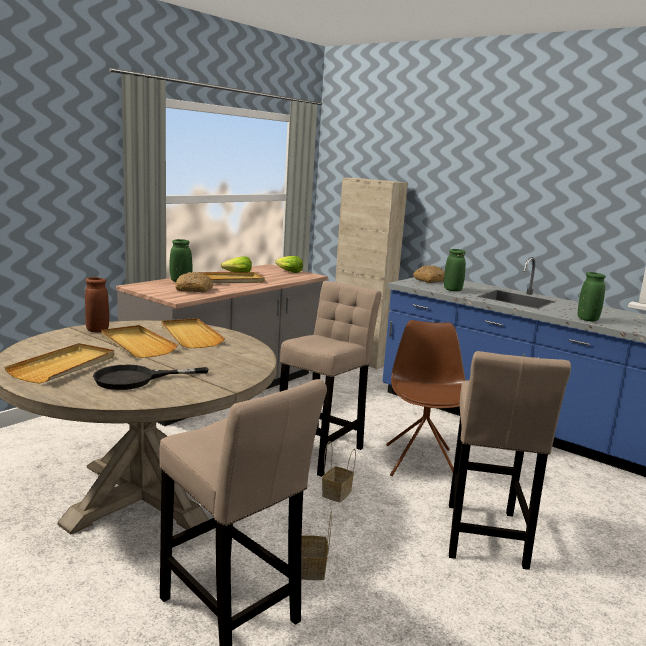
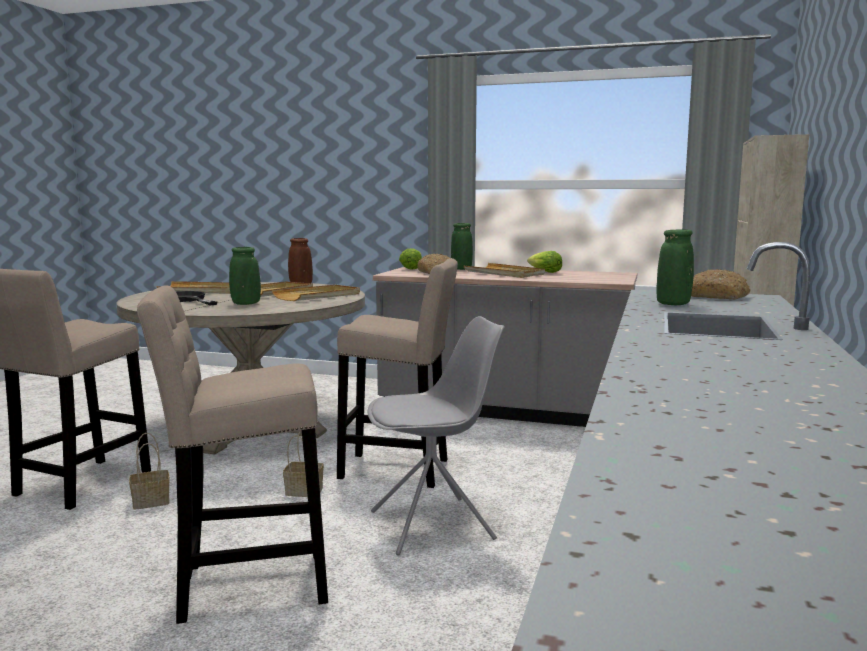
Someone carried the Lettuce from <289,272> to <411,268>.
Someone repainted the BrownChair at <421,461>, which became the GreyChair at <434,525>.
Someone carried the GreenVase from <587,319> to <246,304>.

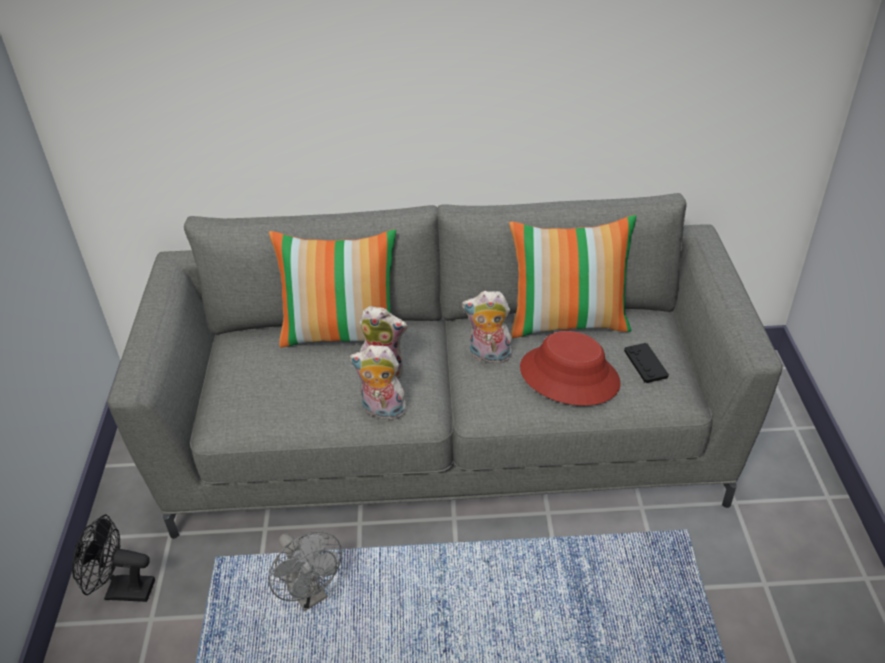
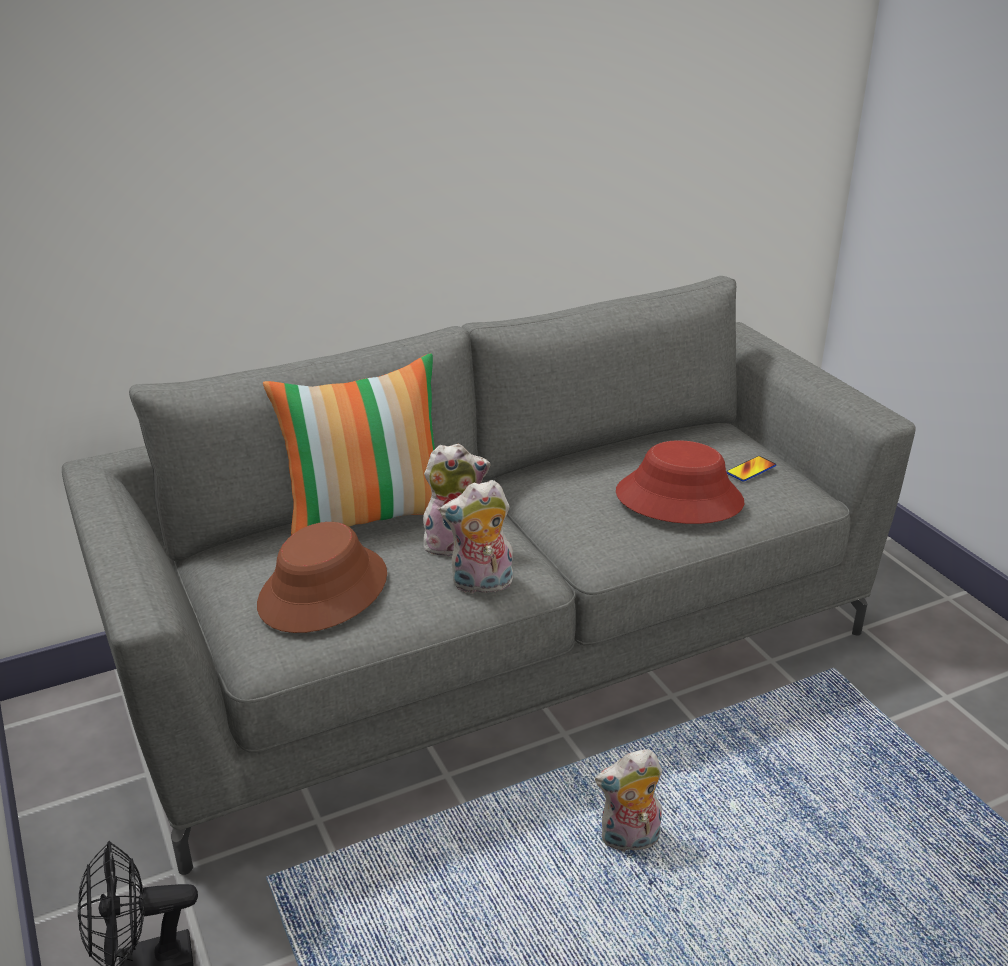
Someone took away the GreyFan at <310,594>.
Someone carried the PlushToy from <488,356> to <629,841>.
Someone took away the Pillow at <568,322>.
Someone swapped the BlackGameController at <645,363> for the Phone at <751,470>.
Someone put down the BrownHat at <324,590>.

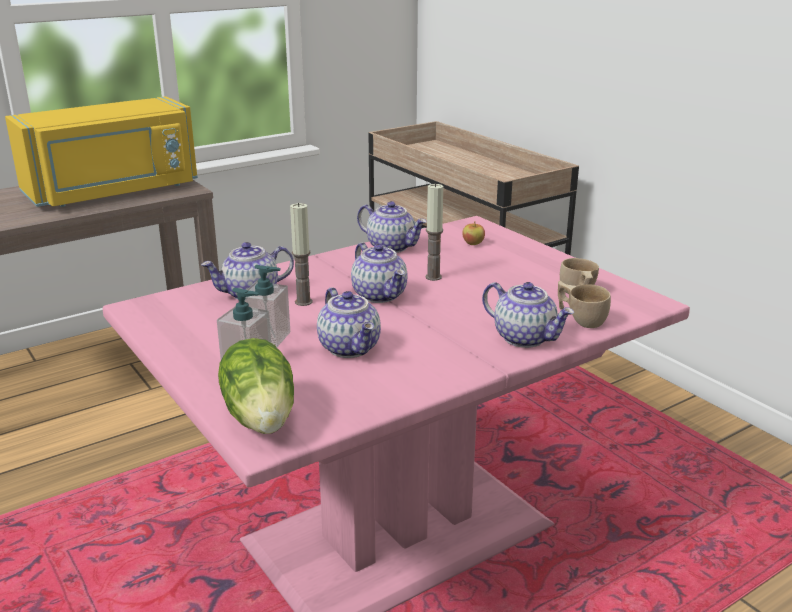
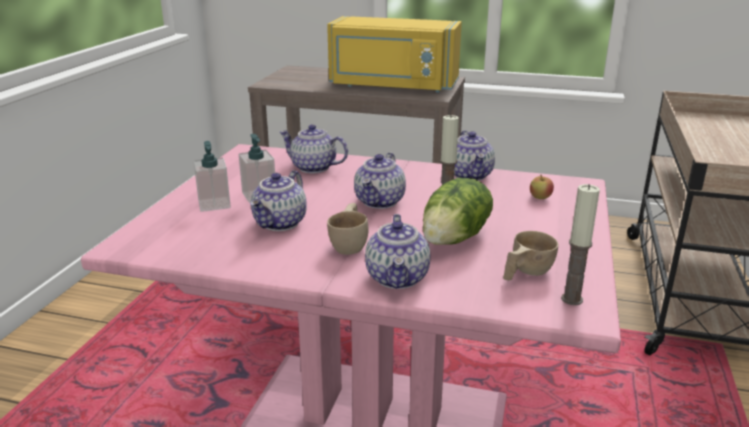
Someone carried the Lettuce from <262,416> to <456,238>.
Someone carried the Candle from <303,302> to <572,299>.
Someone carried the BeigeCup from <580,319> to <350,244>.

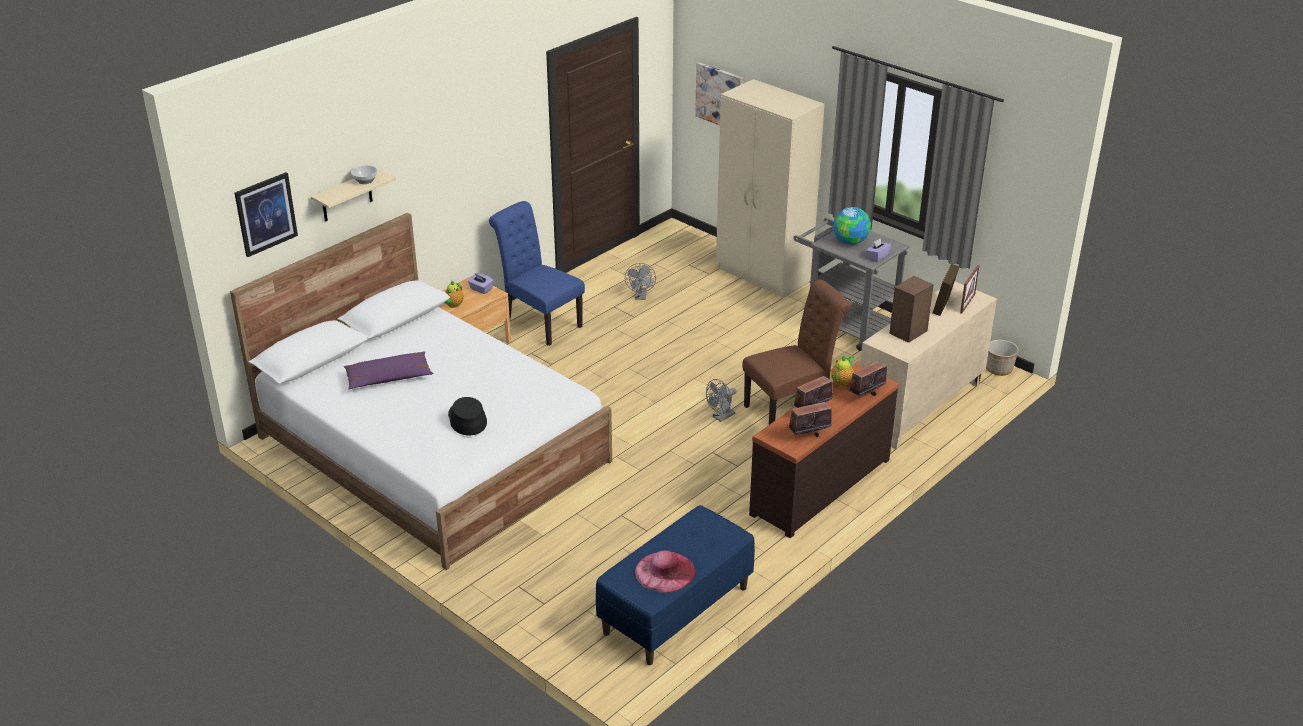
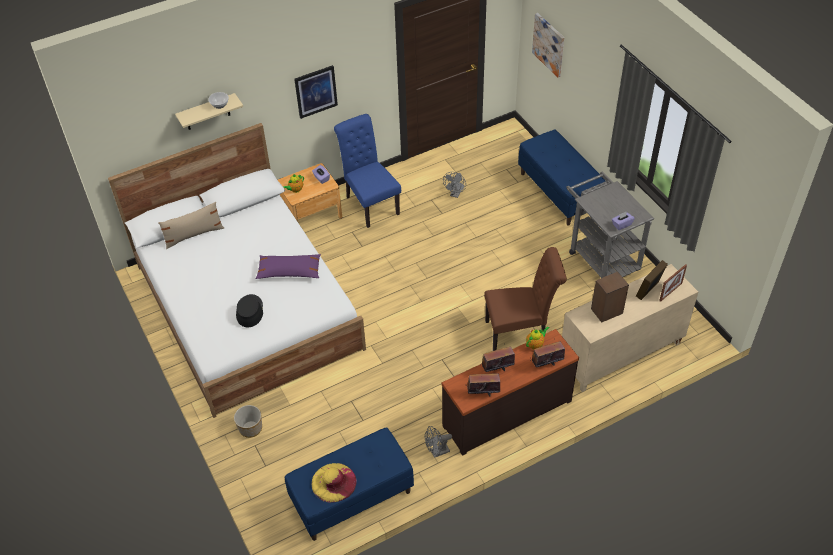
Someone carried the Picture from <266,214> to <316,91>.
Someone carried the PurplePillow from <388,378> to <289,271>.
Someone repainted the PinkHat at <665,571>, which became the YellowHat at <333,482>.
Someone carried the GreyFan from <721,417> to <437,452>.
Someone swapped the BeigeWardrobe at <763,275> for the BlueBench at <559,192>.
Someone took away the Globe at <850,241>.
Someone carried the Planter from <998,369> to <250,428>.
Someone put down the BeigePillow at <194,235>.

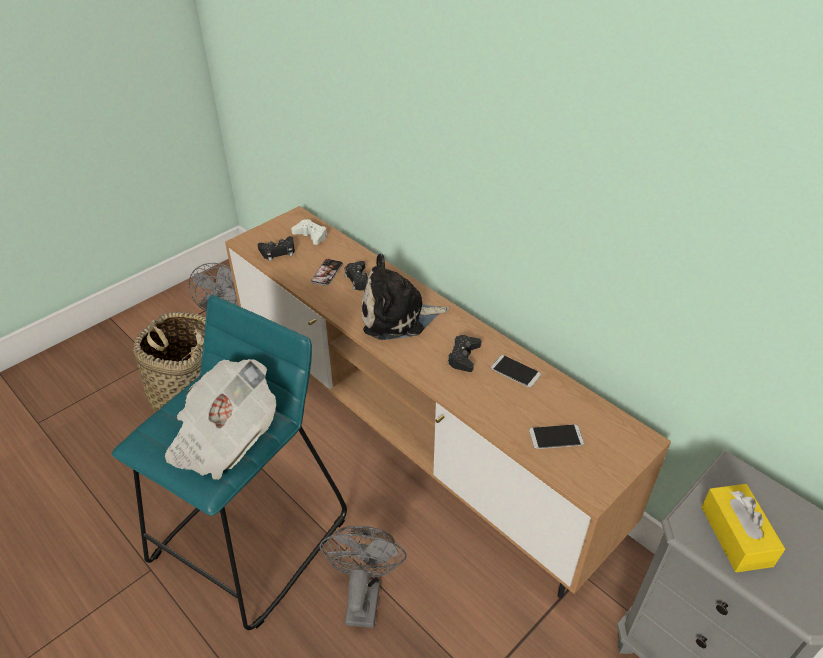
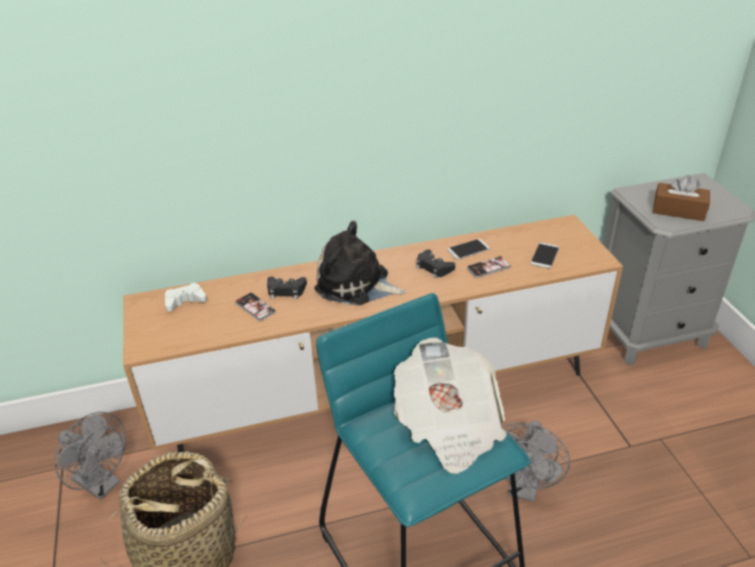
Someone took away the BlackGameController at <278,252>.
Someone rotated the GreyFan at <363,595> by 105 degrees counterclockwise.
Someone rotated the PlushToy at <398,316> by 90 degrees clockwise.
Someone repainted the YellowTissueBox at <736,536>, which became the BrownTissueBox at <678,210>.
Someone put down the Phone at <488,267>.

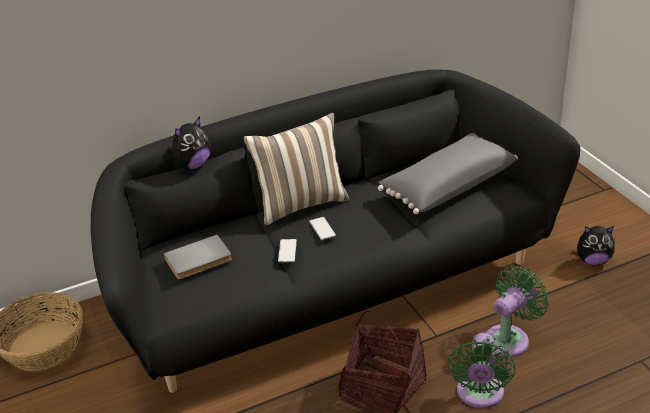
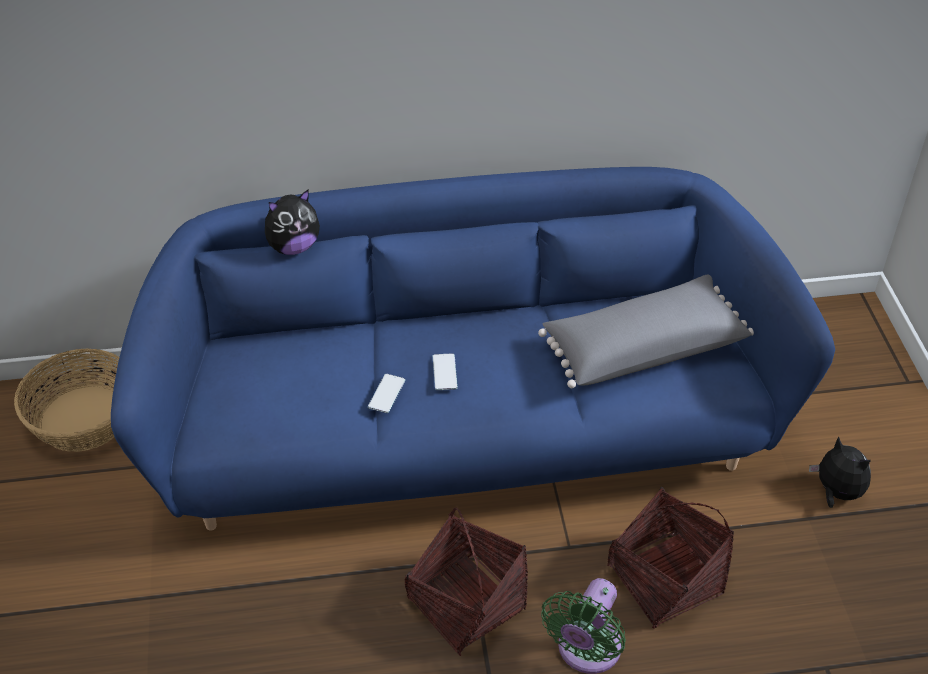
Someone repainted the BlackSofa at <330,285>, which became the BlueSofa at <464,431>.
Someone took away the GreyBook at <199,260>.
Someone took away the Pillow at <301,204>.
Someone swapped the GreenFan at <509,338> for the Basket at <664,580>.
Someone rotated the PlushToy at <593,260> by 150 degrees counterclockwise.

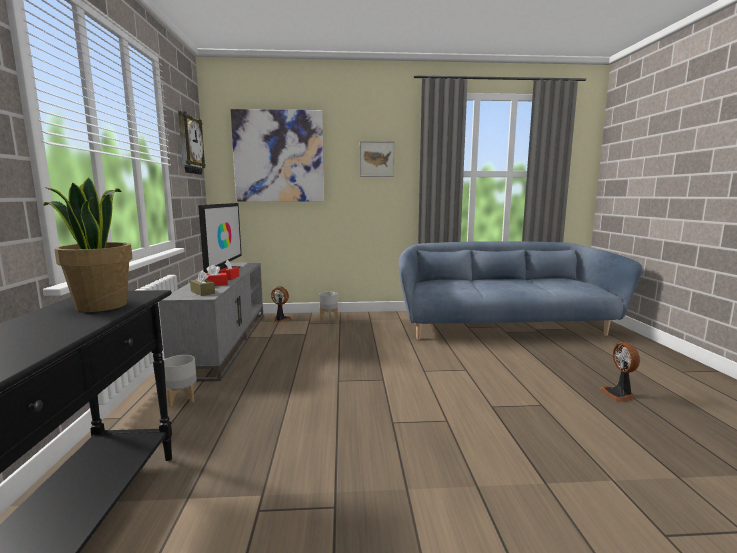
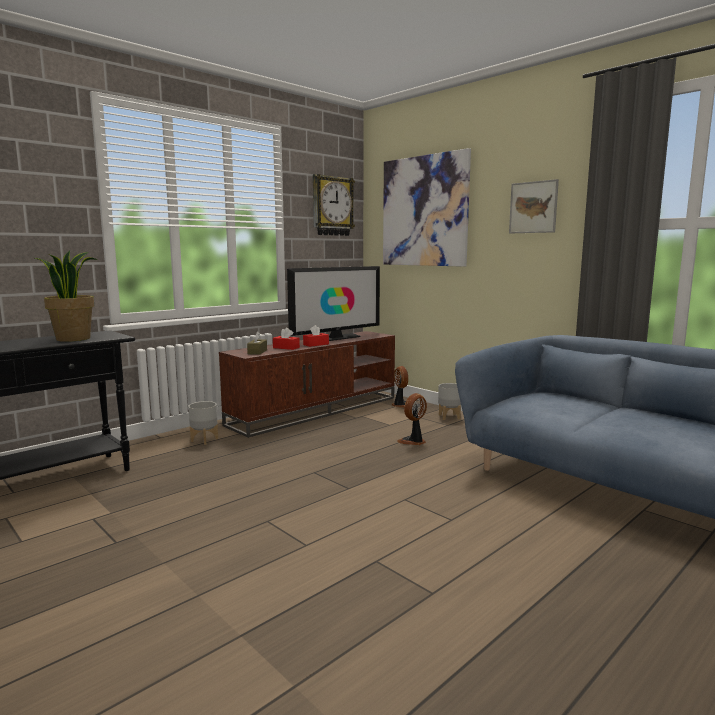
Someone repainted the GreyTvStand at <224,342>, which became the BrownTvStand at <315,410>.
Someone carried the Fan from <619,394> to <413,441>.

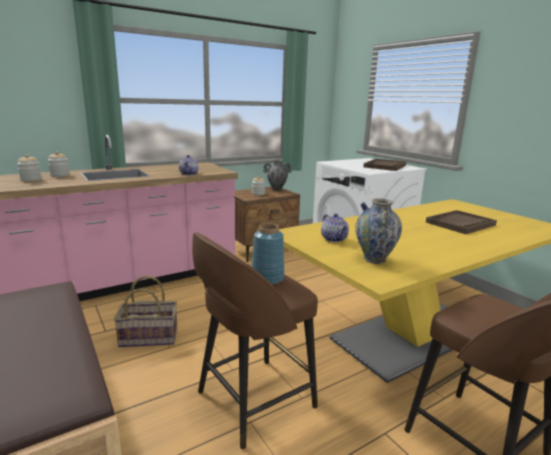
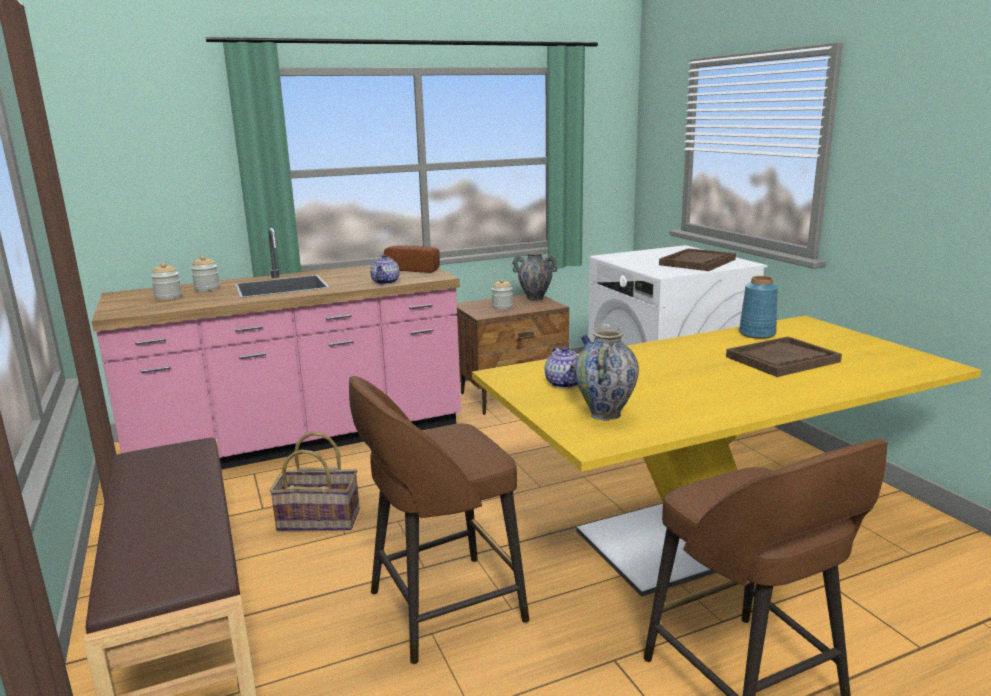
Someone carried the BlueVase from <267,278> to <757,334>.
Someone put down the Bread at <415,269>.

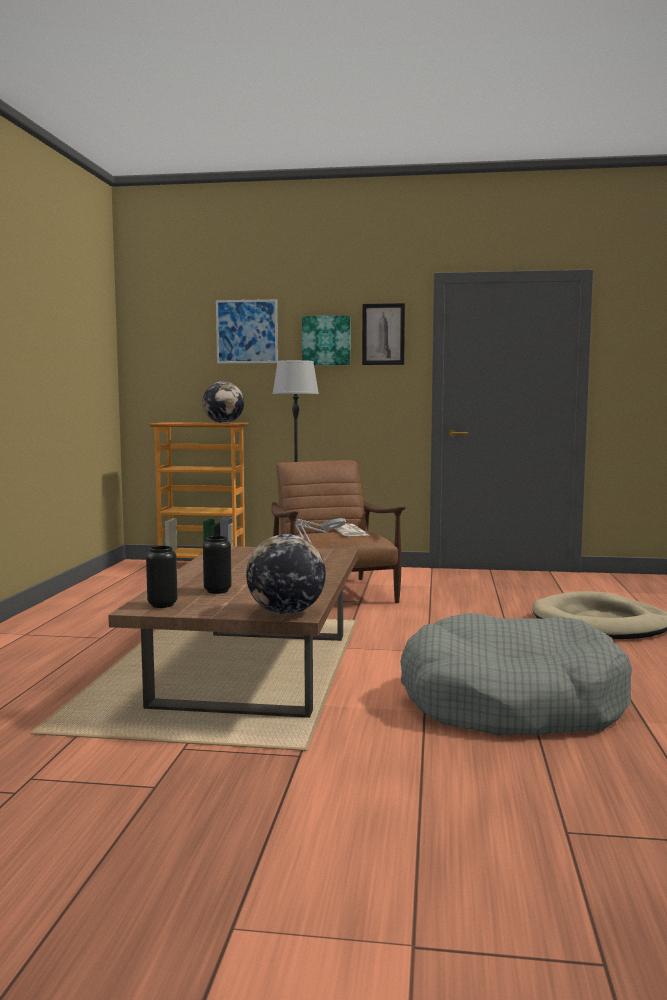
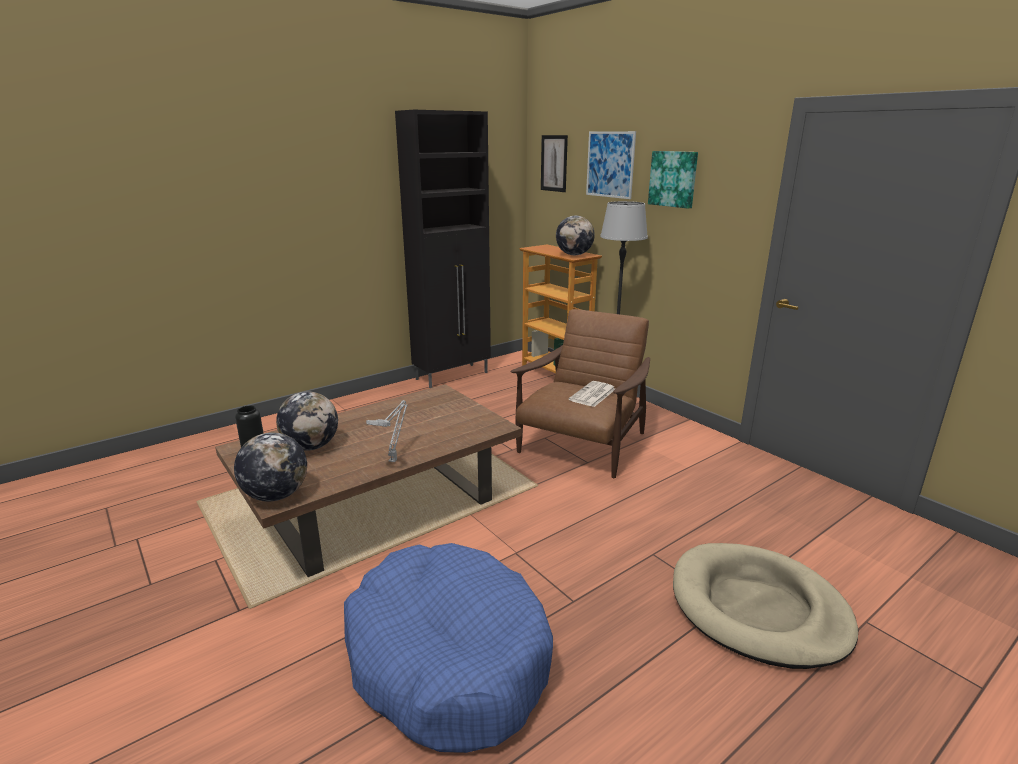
Someone swapped the BlackVase at <217,591> for the Globe at <311,446>.
Someone carried the Picture from <383,334> to <554,163>.
Someone repainted the GreyDogBed at <511,703>, which became the BlueDogBed at <447,658>.
Someone put down the BlackCabinet at <453,376>.

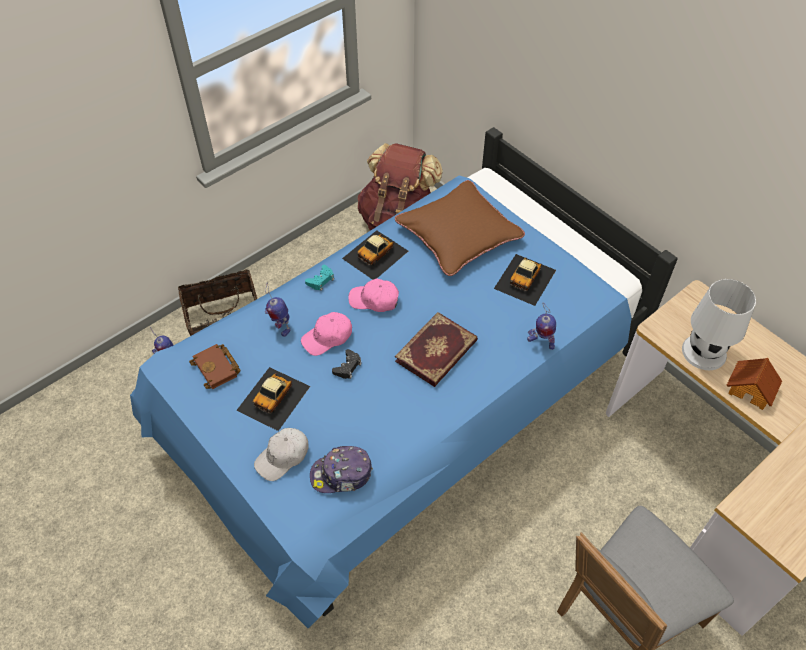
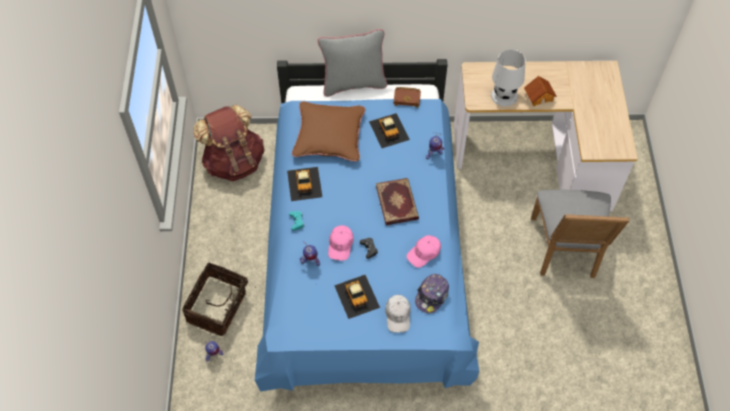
Someone carried the BrownBook from <218,368> to <407,98>.
Someone carried the PinkCap from <374,300> to <424,253>.
Someone put down the GreyPillow at <353,83>.

